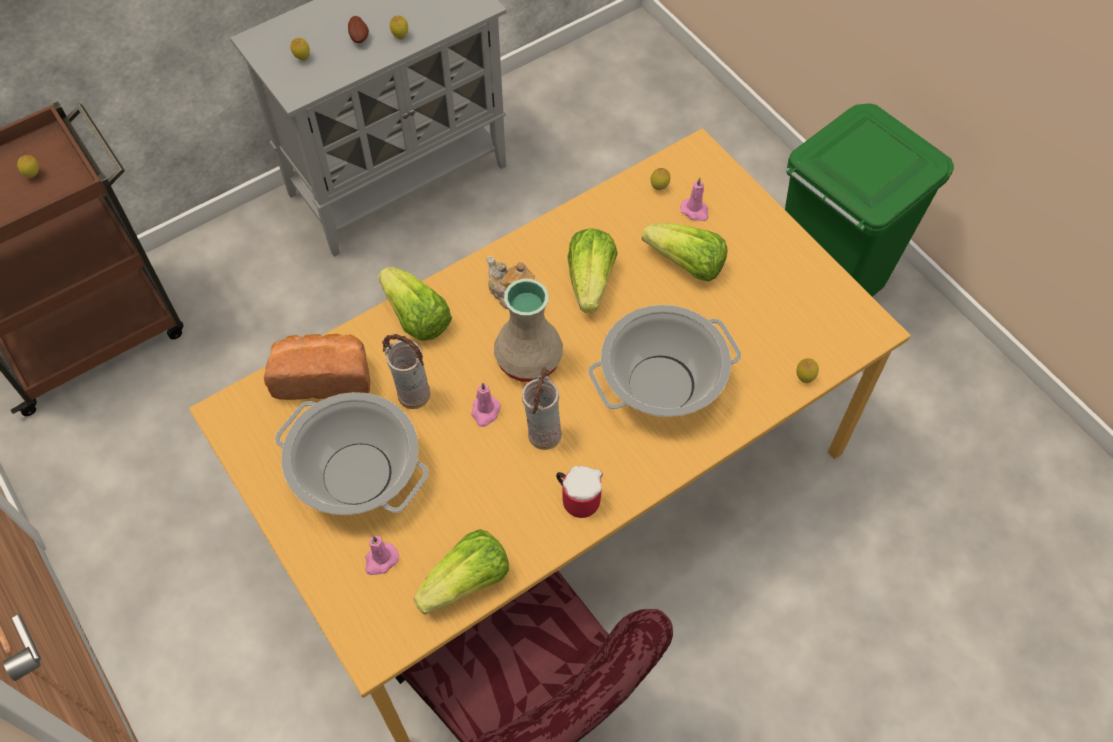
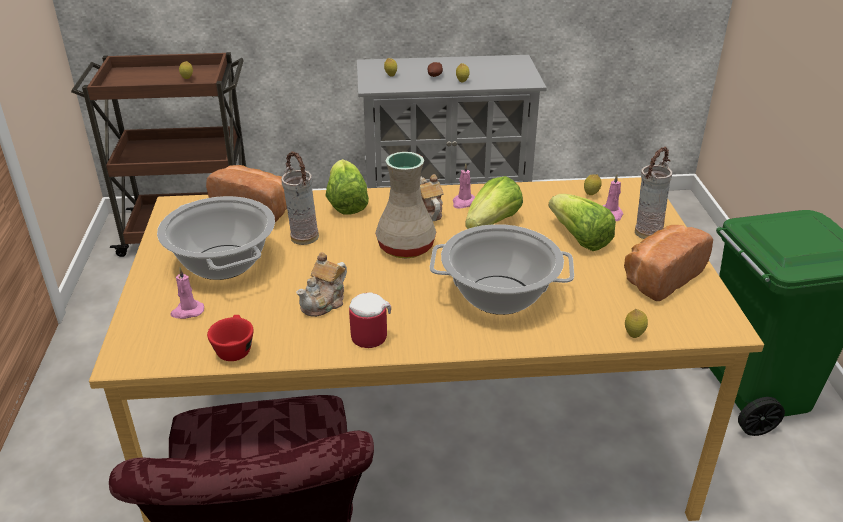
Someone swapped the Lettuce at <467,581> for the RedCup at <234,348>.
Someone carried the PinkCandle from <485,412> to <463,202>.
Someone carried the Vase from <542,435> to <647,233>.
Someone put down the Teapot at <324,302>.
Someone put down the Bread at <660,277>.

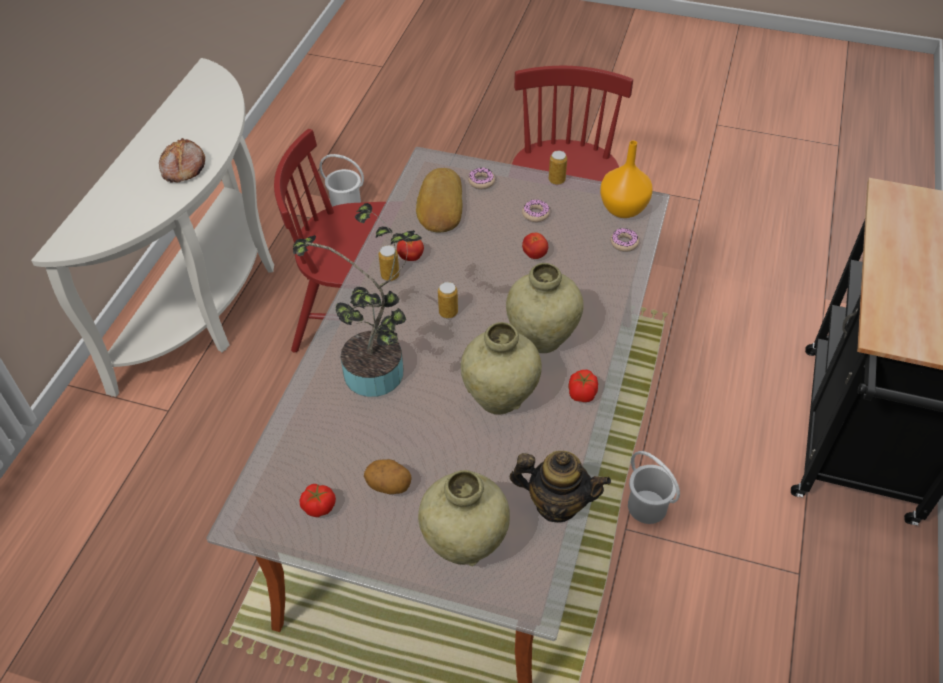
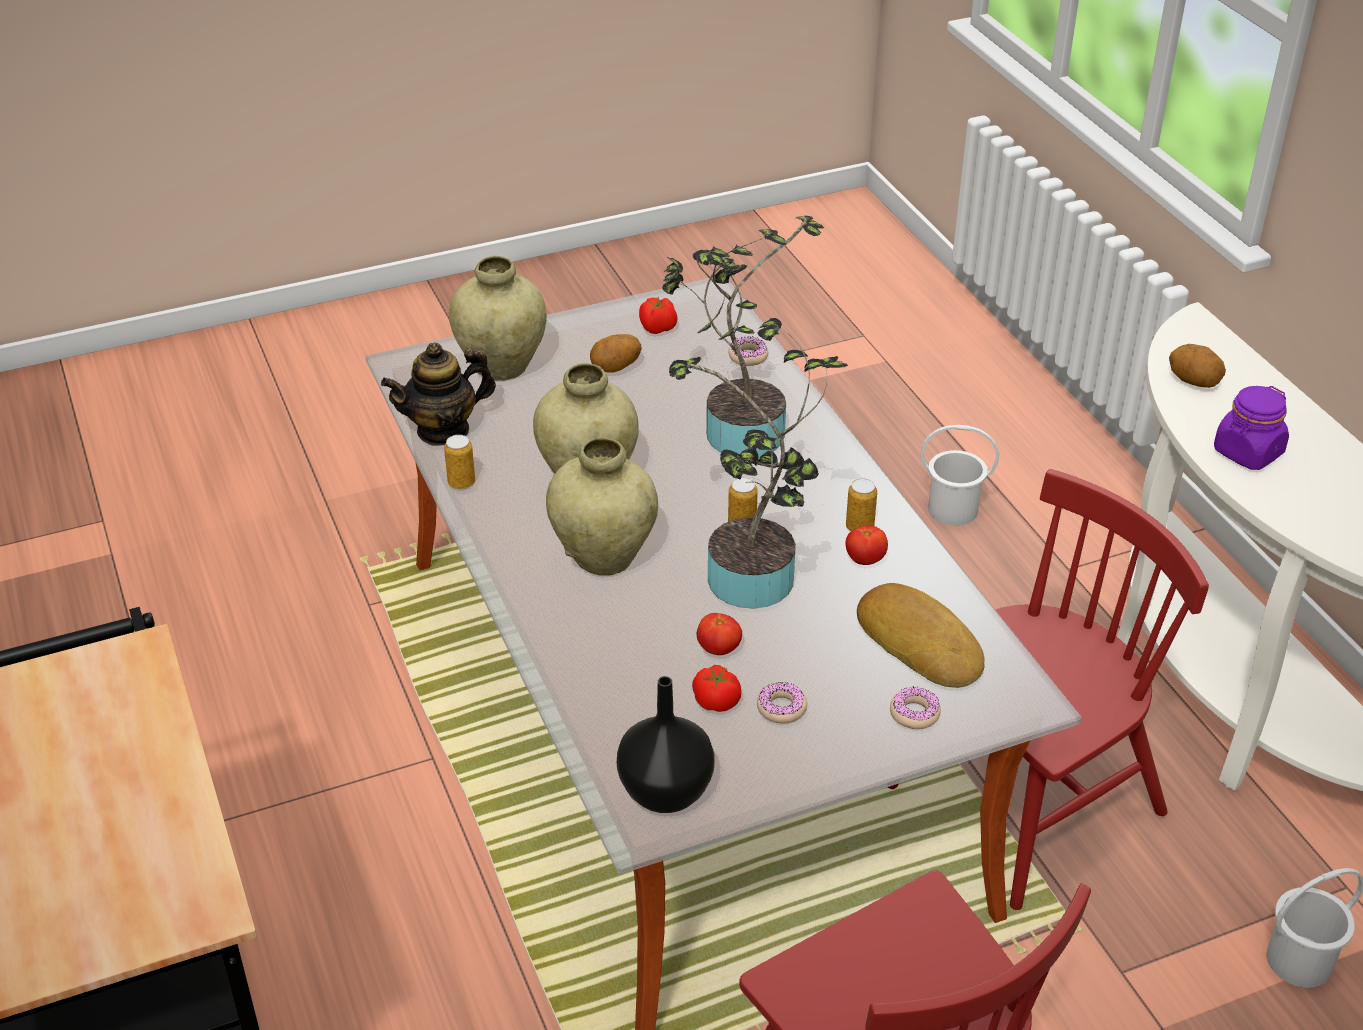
Someone swapped the Bread at <183,168> for the PurpleJar at <1247,452>.
Someone carried the Can from <556,180> to <461,482>.
Someone carried the Tomato from <581,394> to <716,702>.
Someone repainted the OrangeVase at <622,209>, which became the BlackVase at <665,791>.
Someone carried the Donut from <624,243> to <748,356>.
Someone carried the WhiteBucket from <647,506> to <953,510>.
Someone put down the PottedPlant at <755,586>.
Someone put down the Potato at <1193,381>.

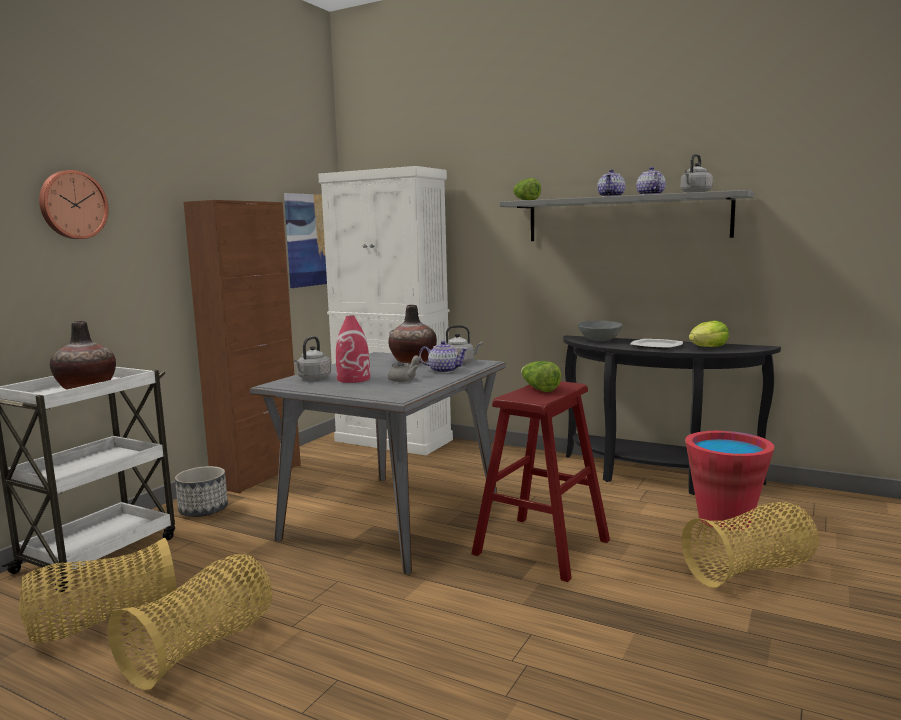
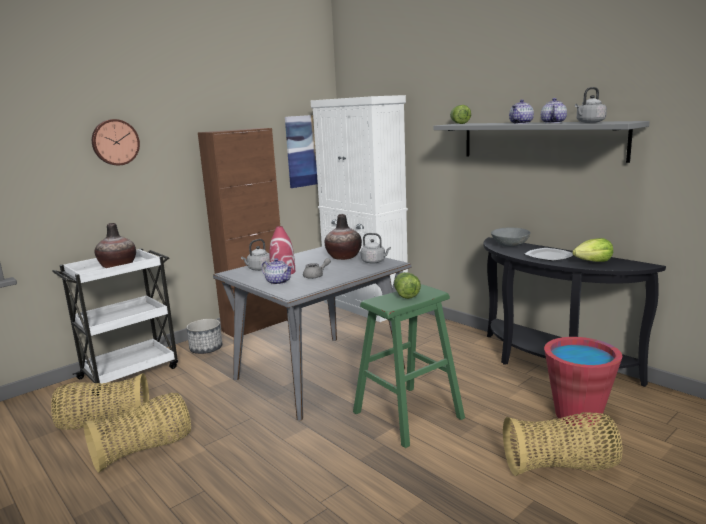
Someone carried the Teapot from <443,370> to <278,282>.
Someone repainted the RedStool at <541,547>, which became the GreenStool at <407,415>.

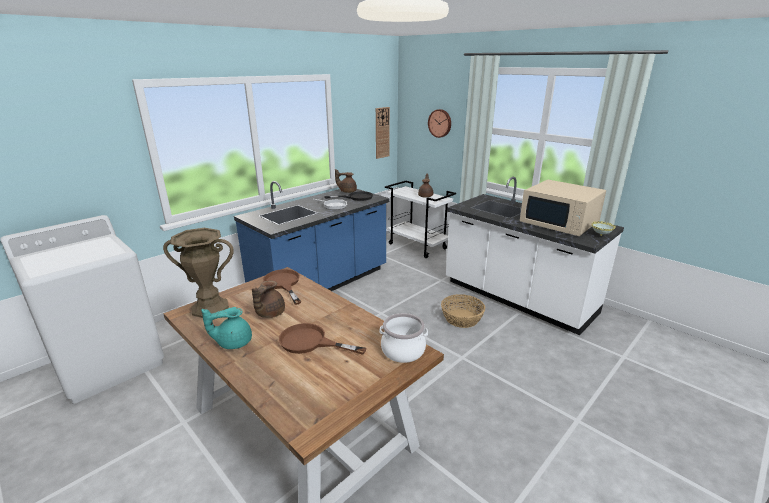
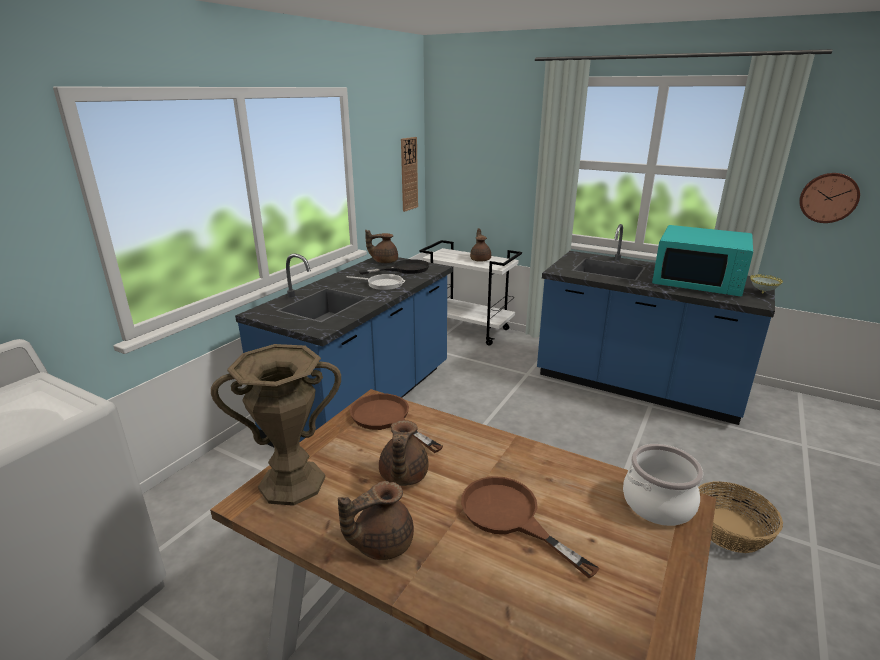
Someone repainted the TurquoiseTeapot at <233,342>, which became the BrownTeapot at <381,543>.
Someone rotated the BrownFryingPan at <310,342> by 45 degrees clockwise.
Someone carried the WallClock from <440,123> to <828,197>.
Someone carried the Basket from <461,318> to <729,530>.
Someone repainted the WhiteCounter at <517,298>, which became the BlueCounter at <636,386>.
Someone repainted the BeigeMicrowave at <559,222>, which became the TurquoiseMicrowave at <699,280>.

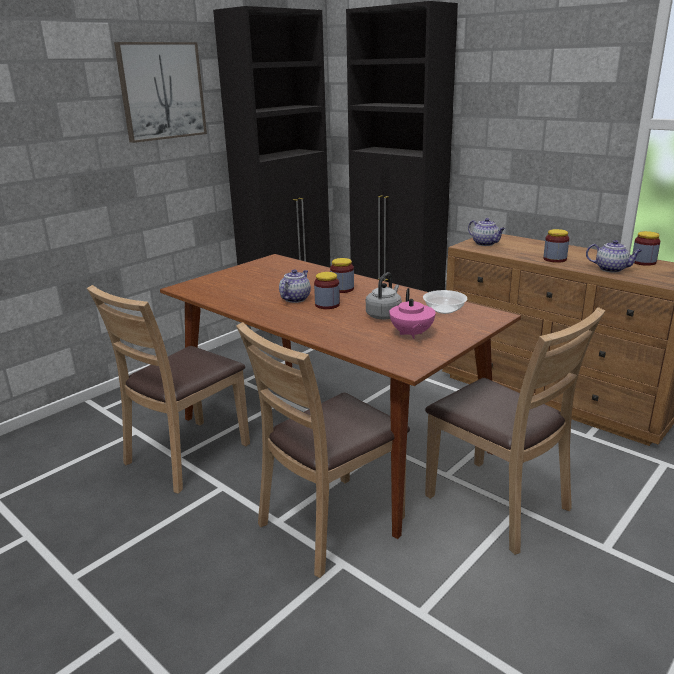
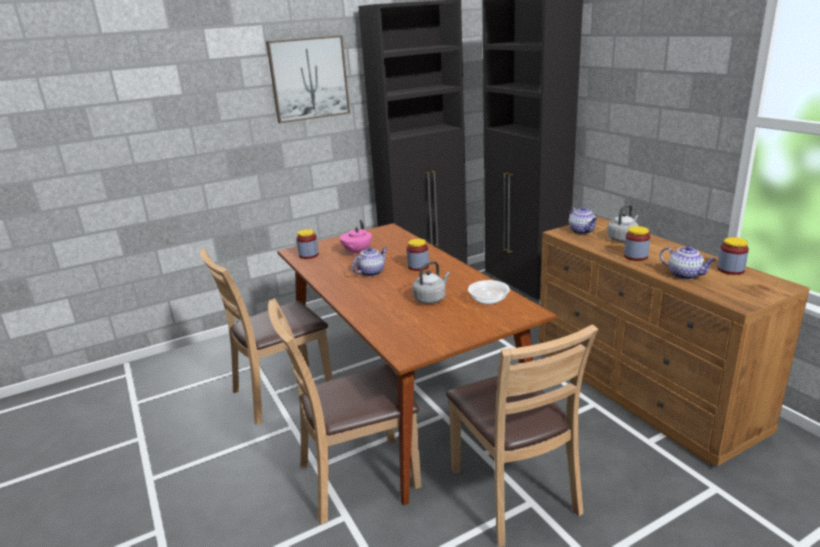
Someone carried the Jar from <327,305> to <308,255>.
Someone carried the PinkTeapot from <411,334> to <356,252>.
Someone put down the GreyKettle at <623,239>.

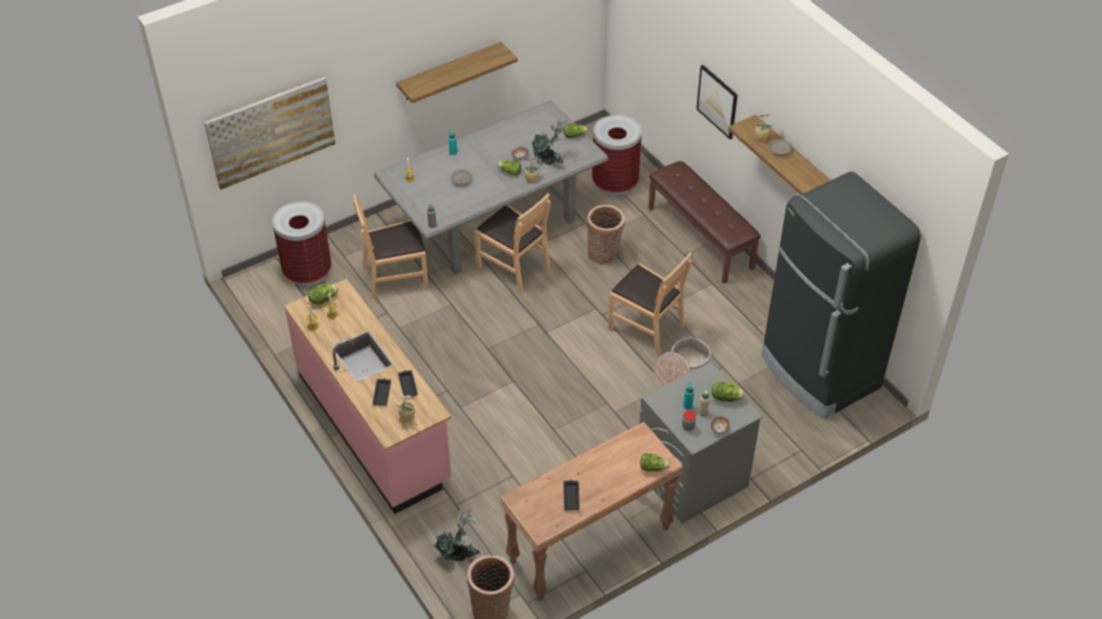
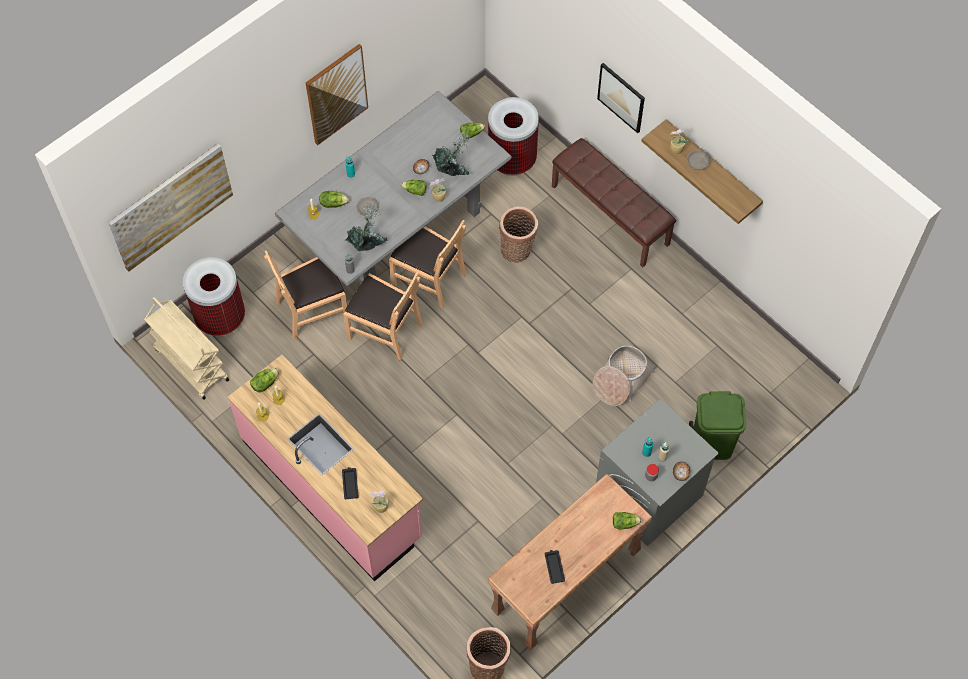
Someone swapped the Shelf at <449,71> for the Picture at <336,94>.
Someone took away the BlackTray at <407,385>.
Someone carried the PottedPlant from <458,554> to <367,244>.
Someone carried the BrownChair from <646,327> to <385,330>.
Someone carried the Lettuce from <726,397> to <333,203>.
Someone took away the BlackFridge at <819,372>.
Someone put down the BeigeCart at <190,364>.
Someone put down the GreenTrashCan at <712,444>.

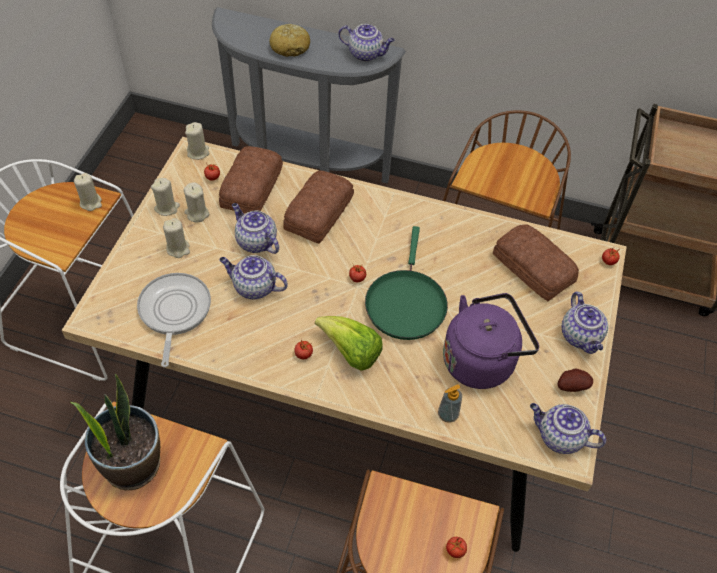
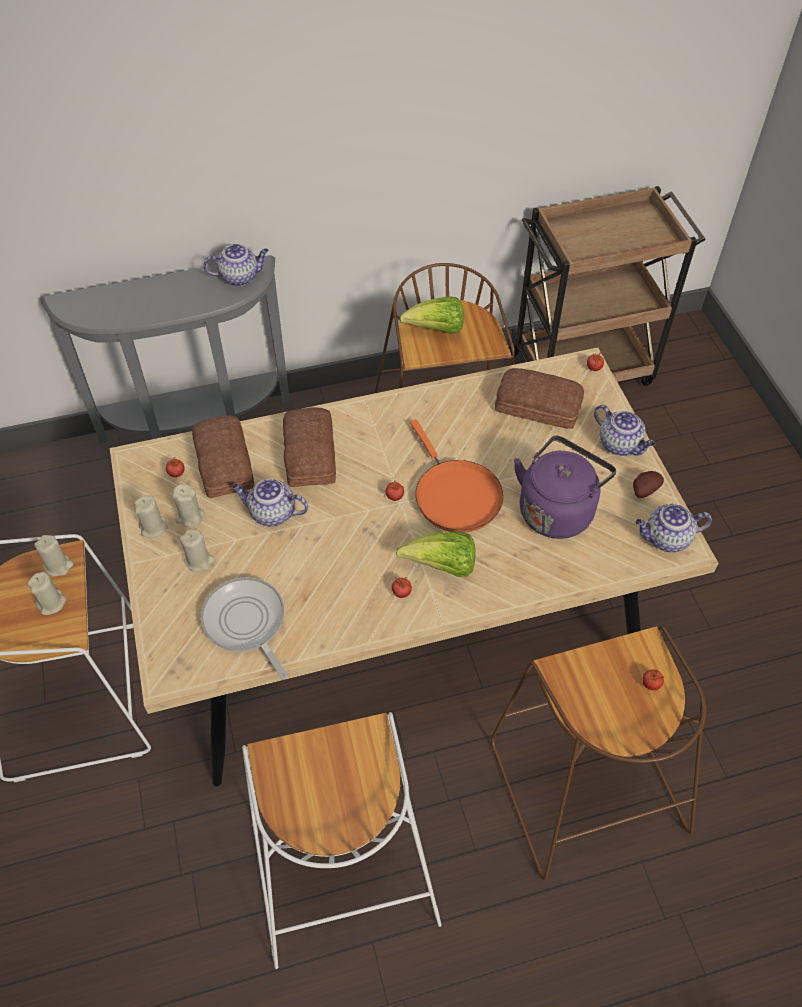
Someone took away the PottedPlant at <132,463>.
Someone carried the BeigeCandle from <198,152> to <52,603>.
Someone took away the Teapot at <253,287>.
Someone took away the Bread at <290,47>.
Someone repainted the GreenFryingPan at <405,303>, which became the OrangeFryingPan at <454,495>.
Someone took away the SoapDispenser at <447,414>.
Someone put down the Lettuce at <436,330>.

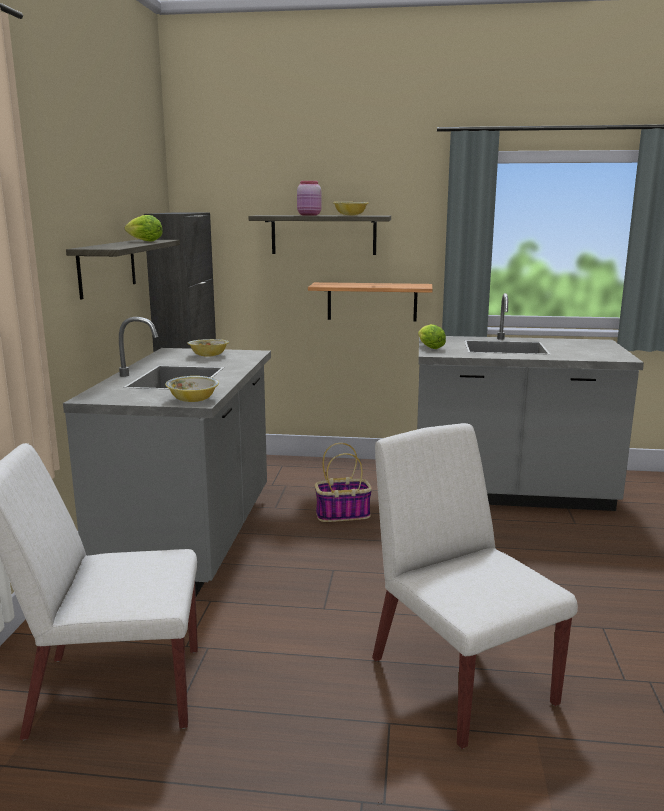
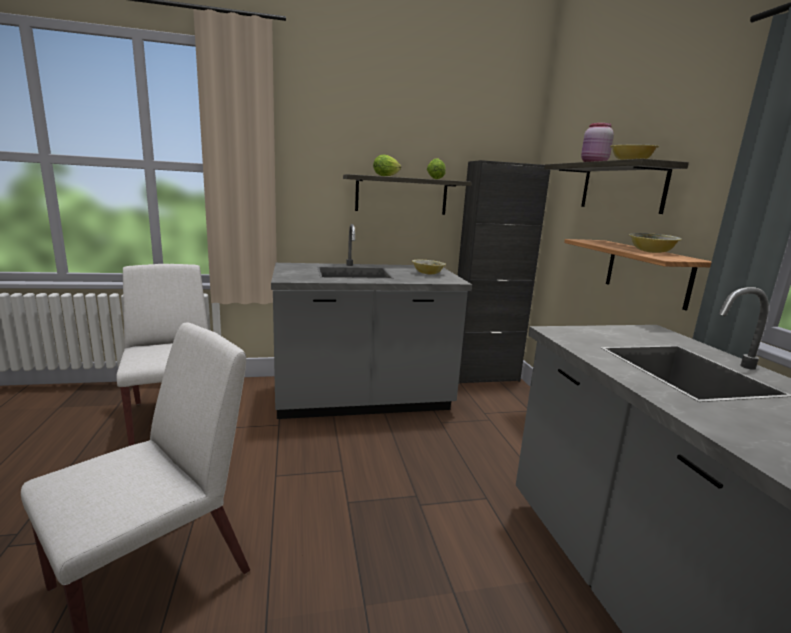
Someone carried the Bowl from <193,400> to <651,252>.
Someone took away the Basket at <343,514>.
Someone carried the Lettuce from <429,347> to <387,176>.

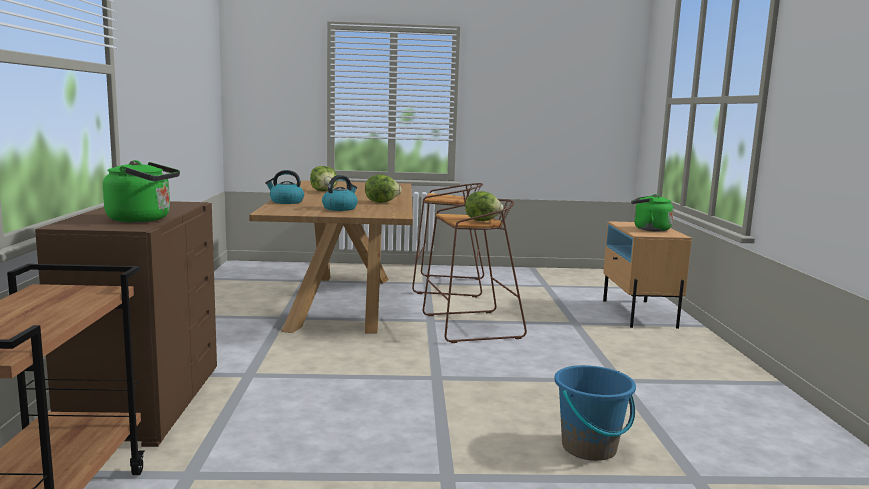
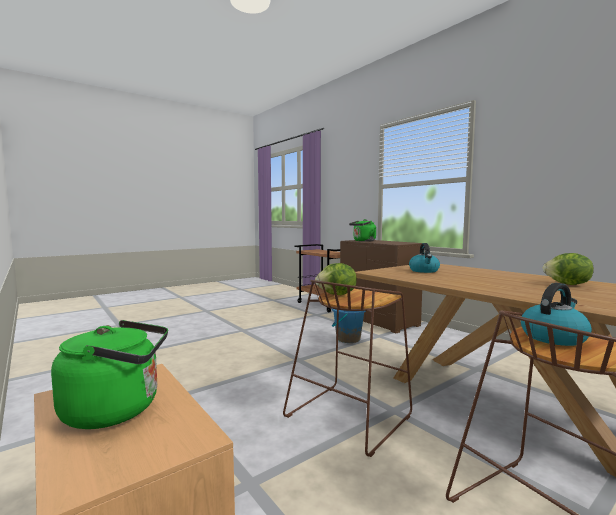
Someone carried the Kettle from <286,202> to <553,337>.
Someone took away the Lettuce at <381,202>.
Someone carried the BlueBucket from <589,448> to <348,339>.

